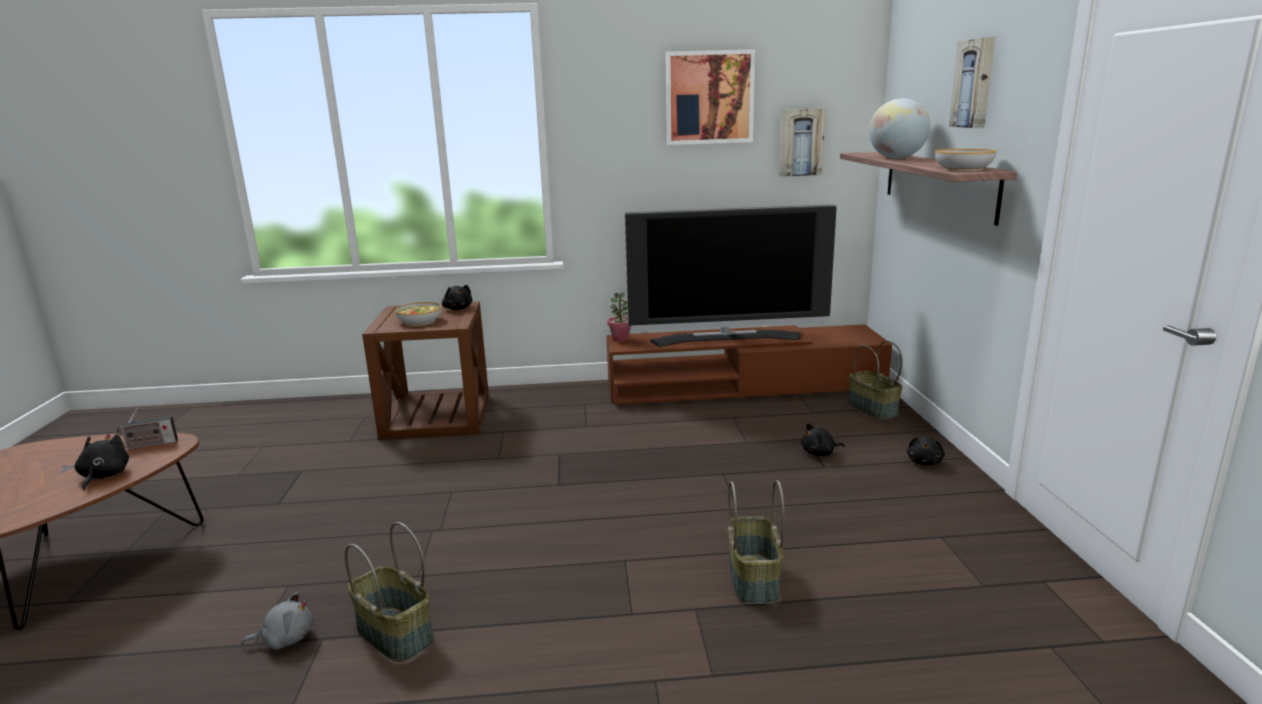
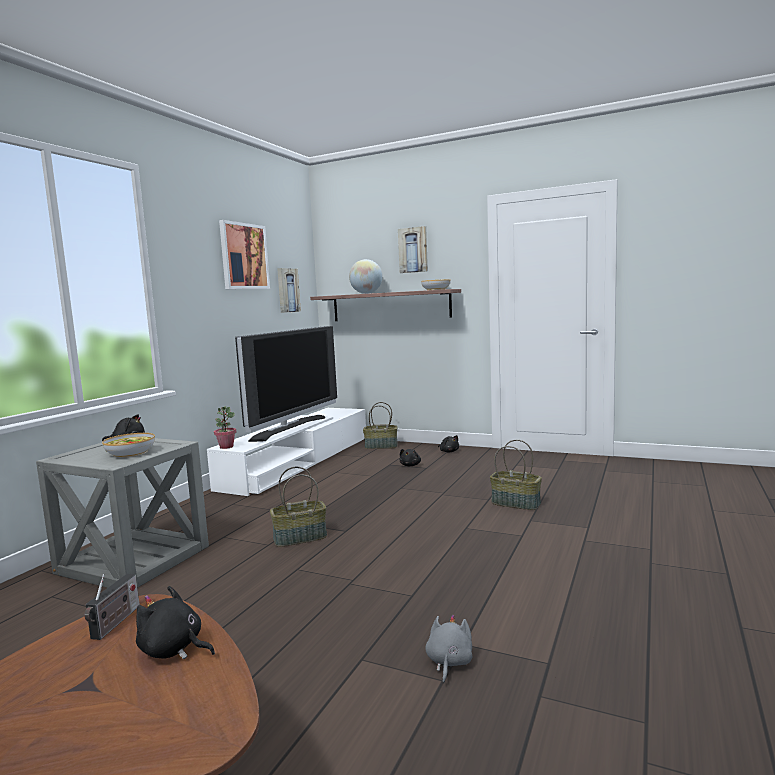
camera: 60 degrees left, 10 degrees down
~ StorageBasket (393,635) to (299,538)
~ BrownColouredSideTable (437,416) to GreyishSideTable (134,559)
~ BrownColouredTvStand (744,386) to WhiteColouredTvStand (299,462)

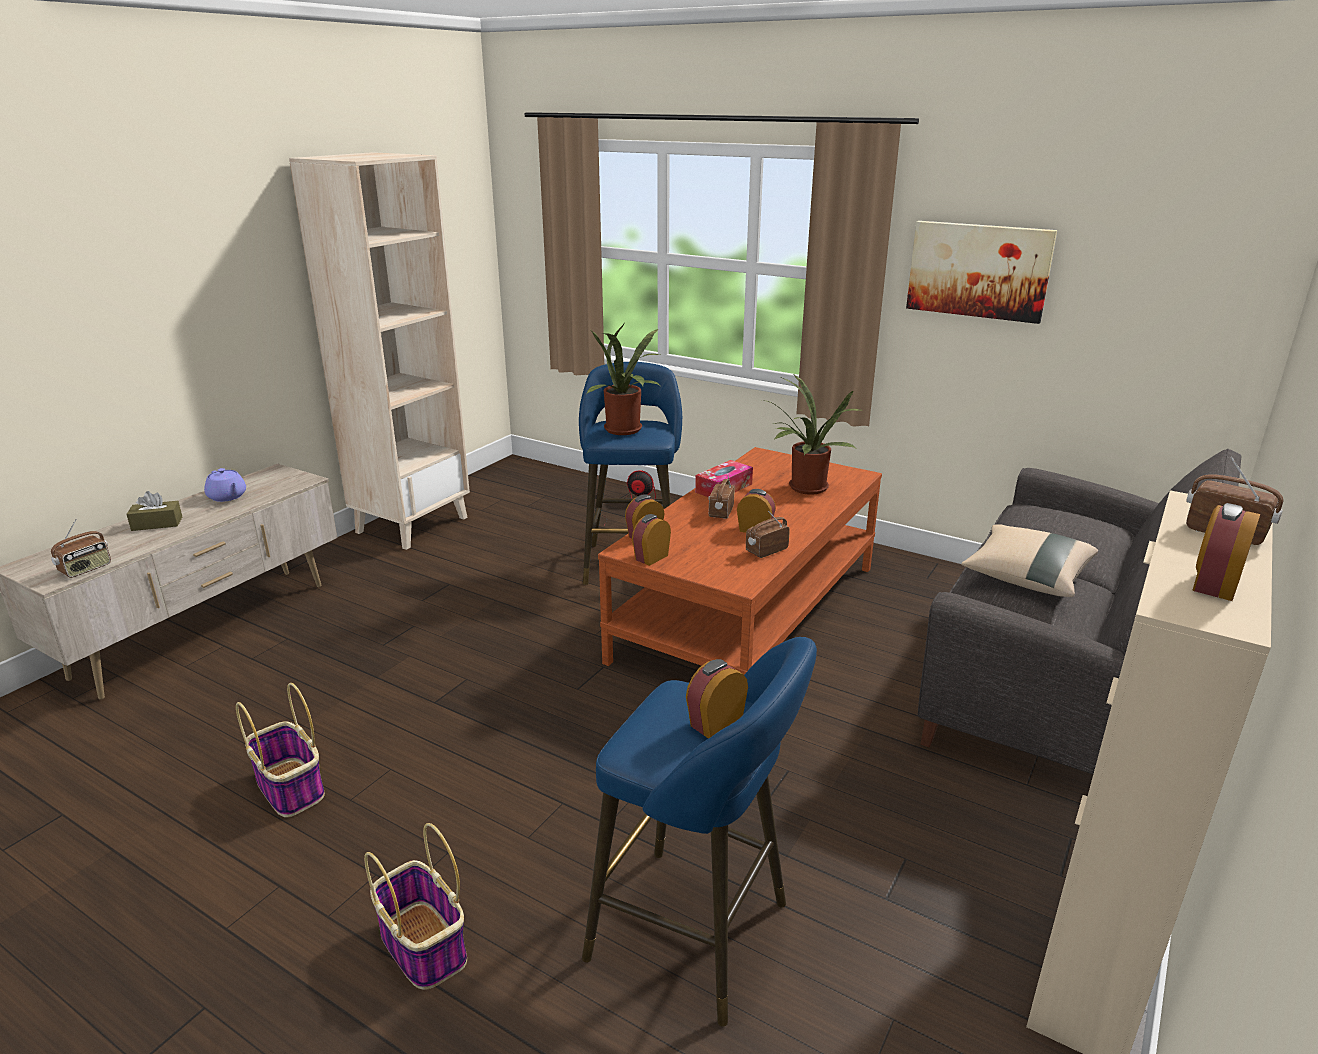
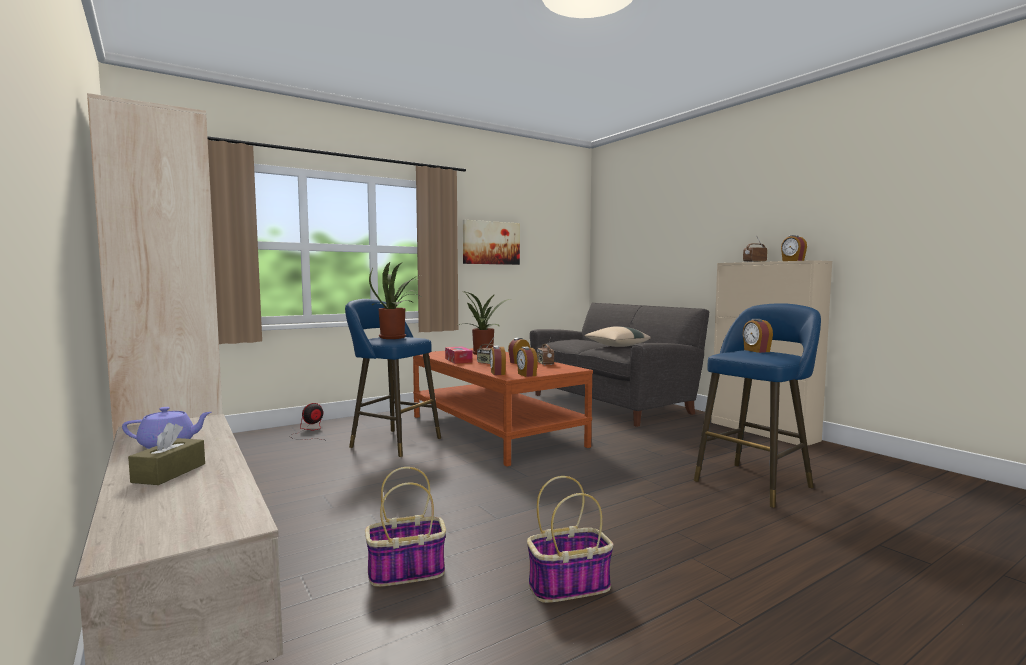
camera: 65 degrees left, 20 degrees down
- RadioSet (86,569)
~ StorageBasket (422,945) to (405,572)

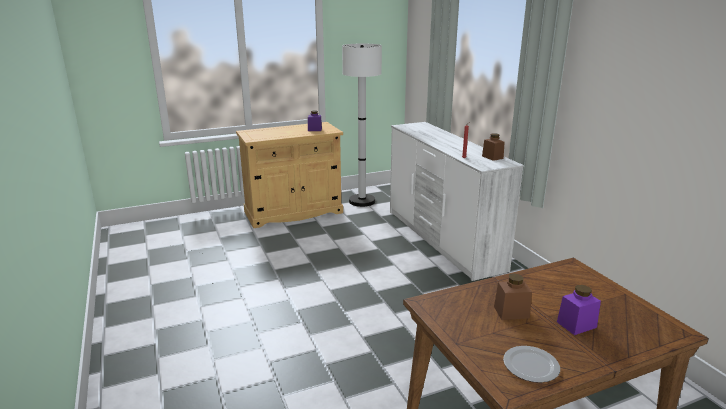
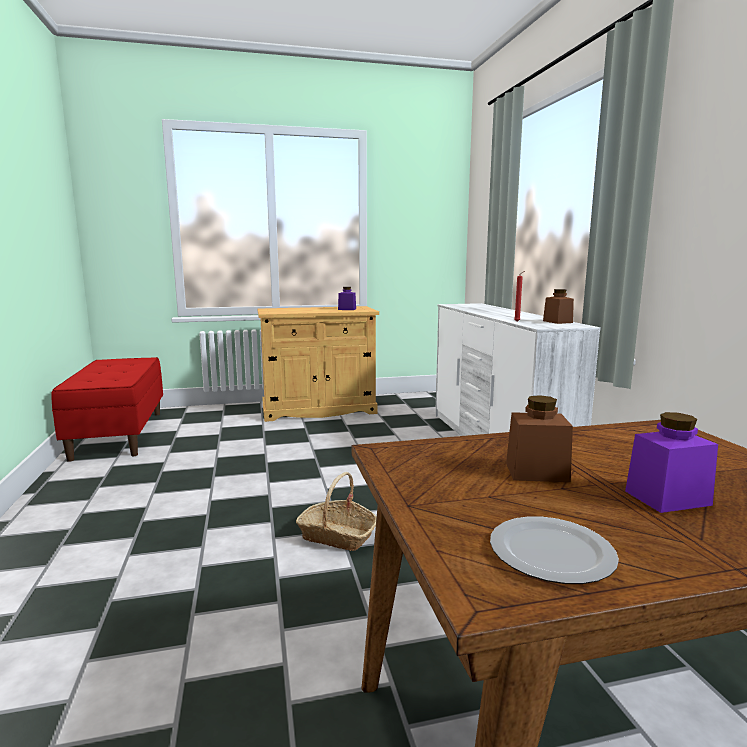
camera: 10 degrees right, 10 degrees down
- WhiteColouredFloorLamp (362,201)
+ ReddishBench (119,434)
+ StorageBasket (337,535)

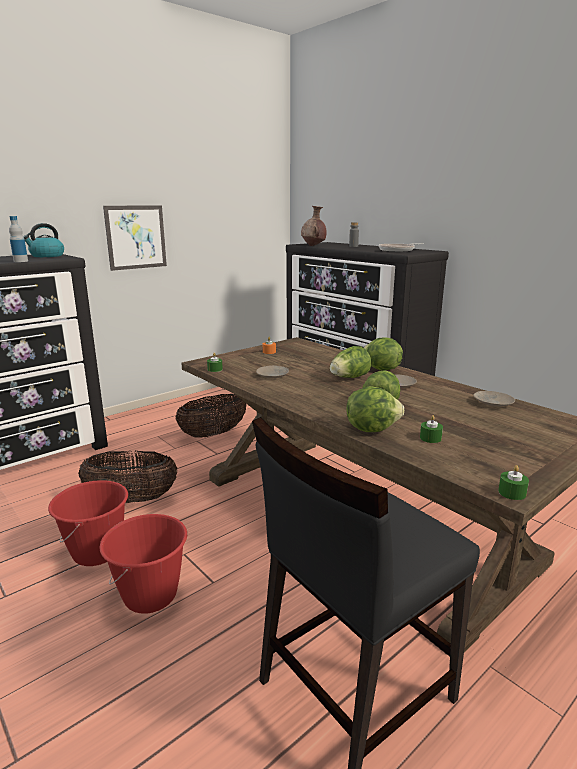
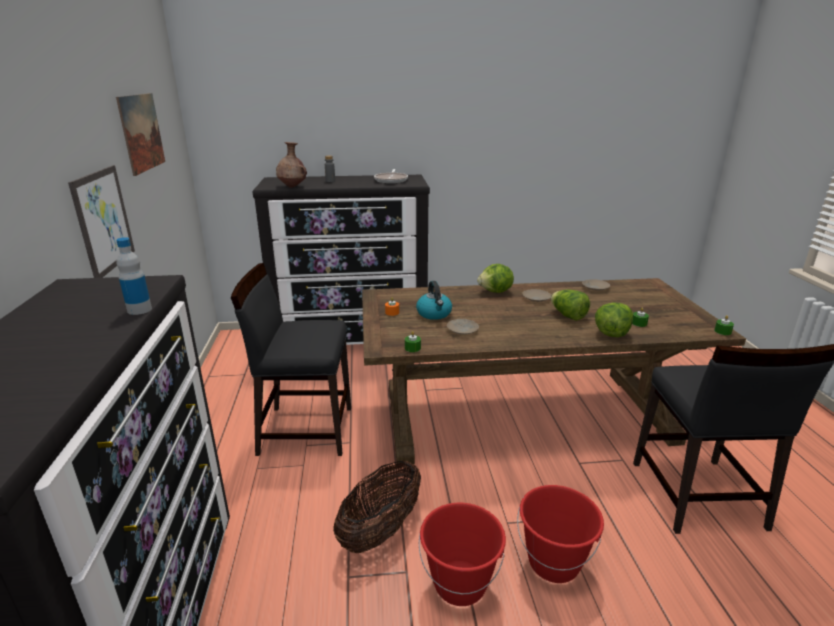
camera: 55 degrees left, 5 degrees up
~ Kettle (46,256) to (434,314)
~ StorageBasket (213,434) to BlackishUprightChair (305,430)
- LettuceHead (349,378)
+ WallPicture (142,132)

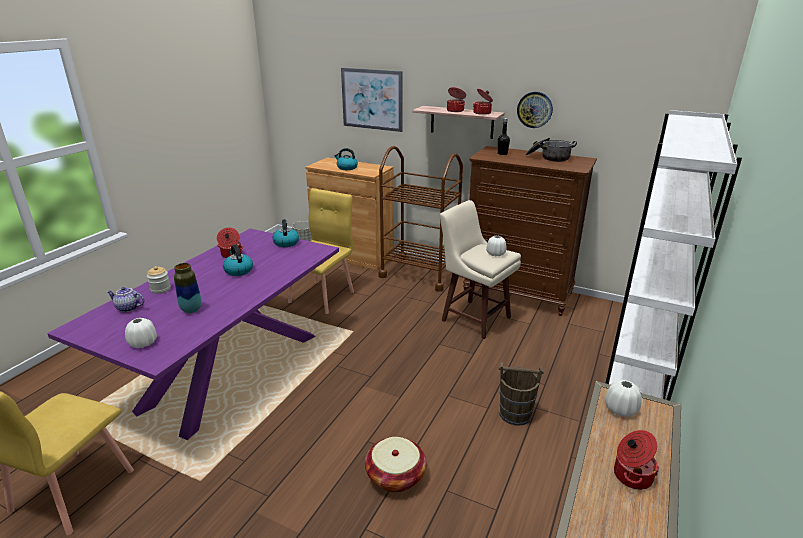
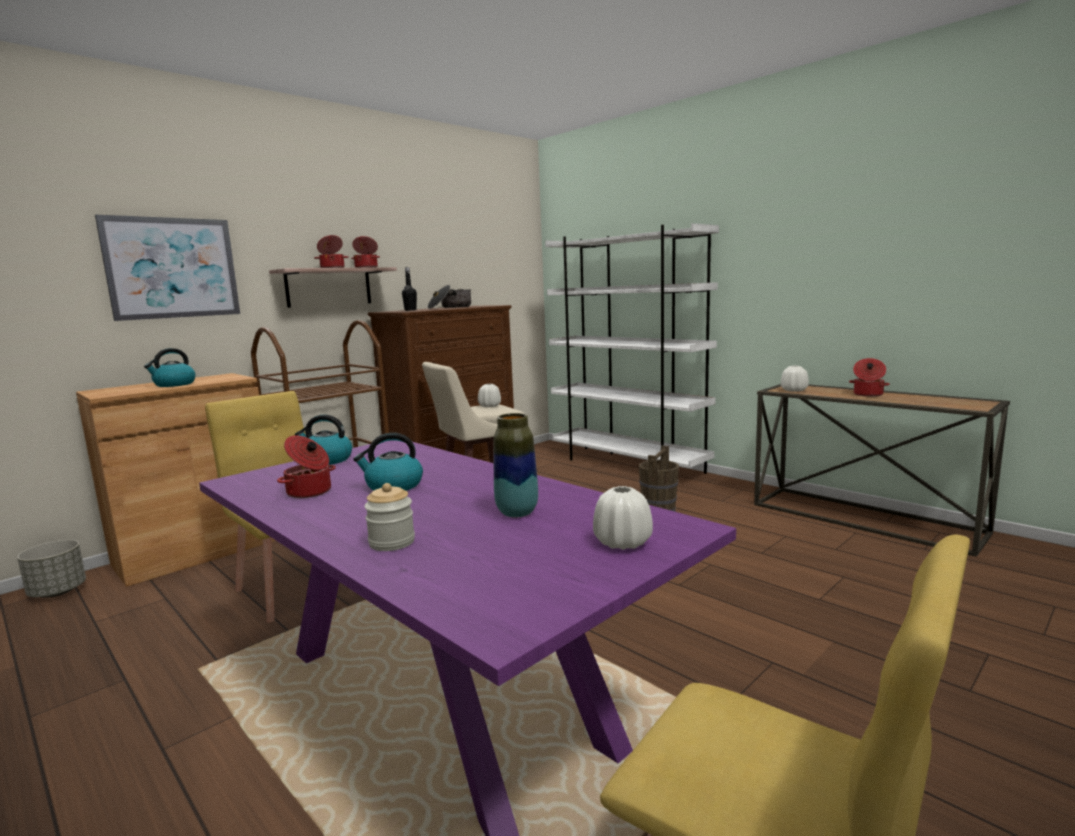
camera: 70 degrees left, 15 degrees down
- Teapot (127,308)
- StorageBasket (395,476)
- WallClock (534,109)

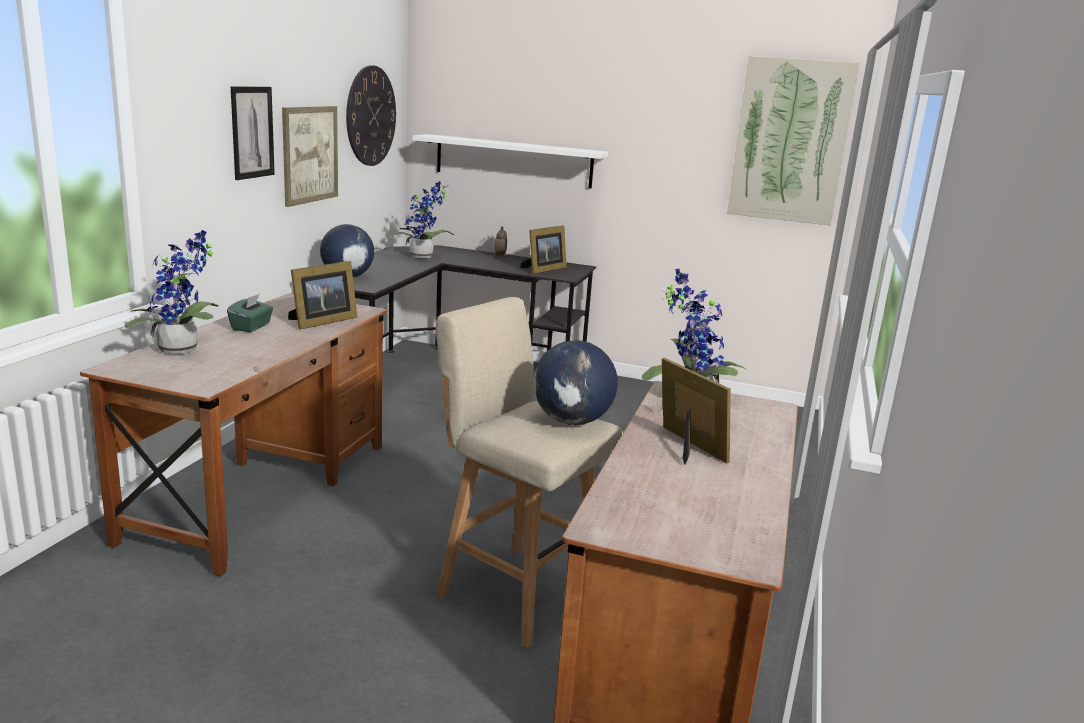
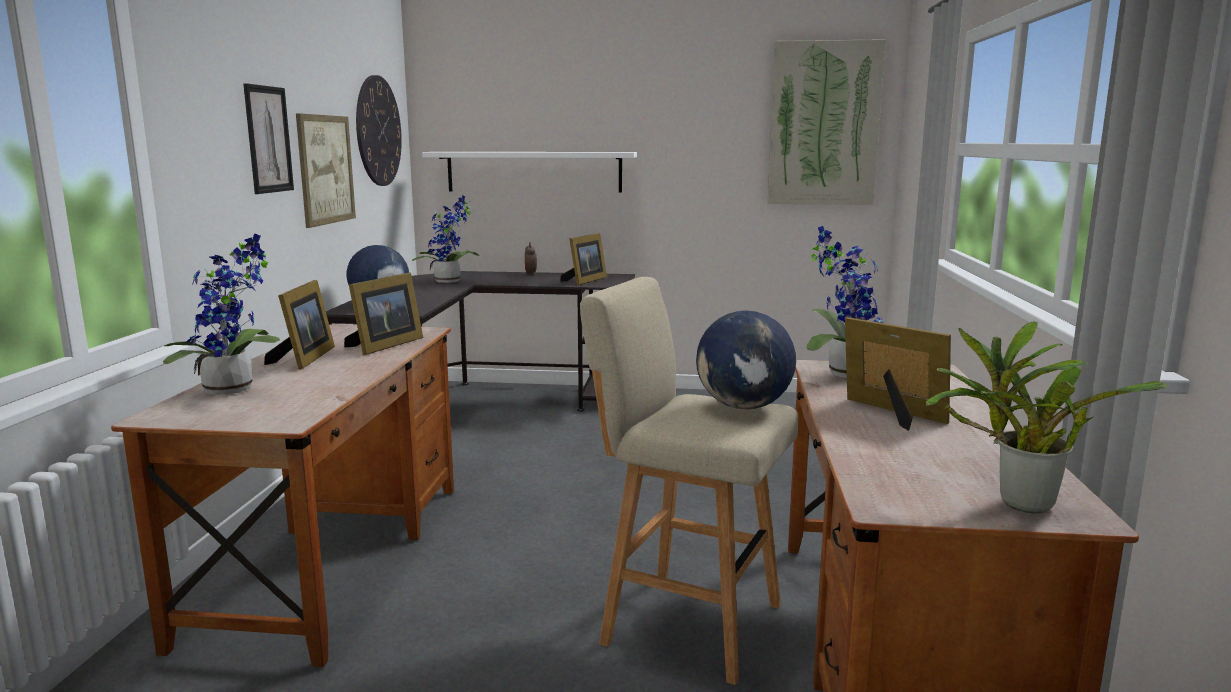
camera: 10 degrees left, 5 degrees down
~ GreenishBoxOfTissues (251,327) to PhotoFrame (305,358)
+ PlantInAPot (1017,504)

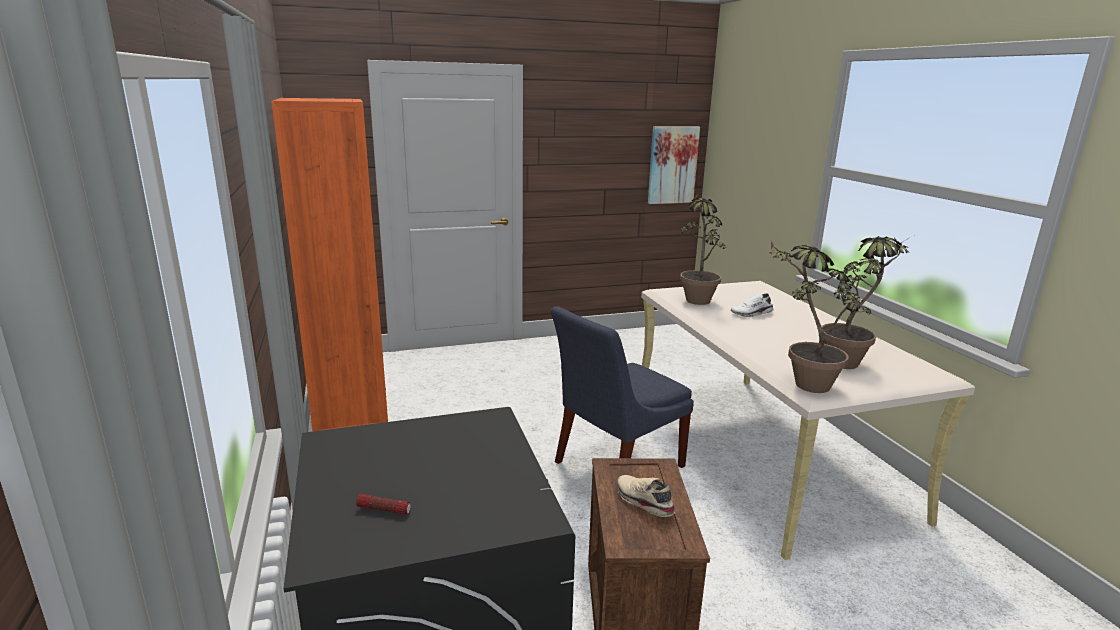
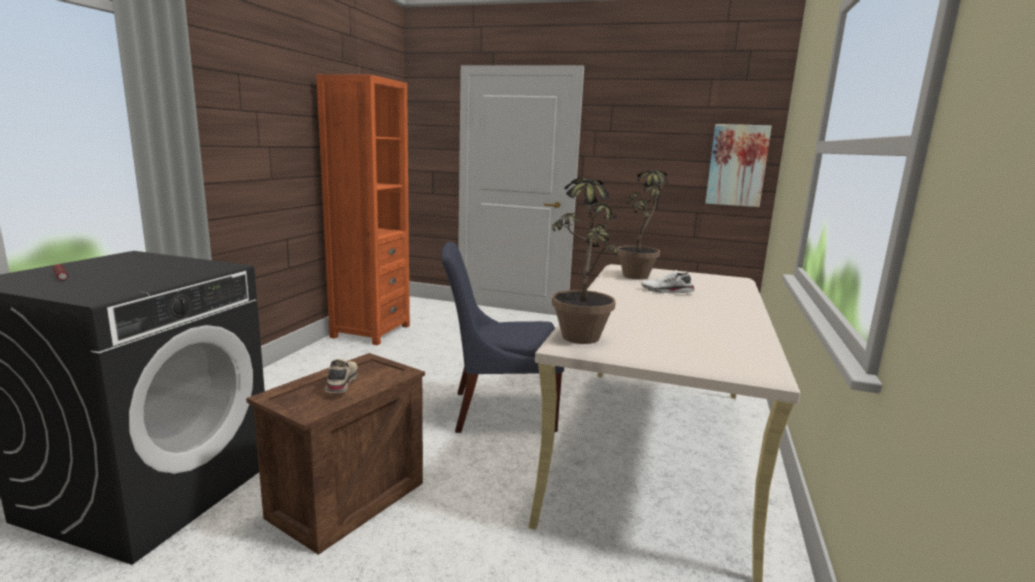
camera: 35 degrees right, 5 degrees down
- PlantInAPot (850,361)

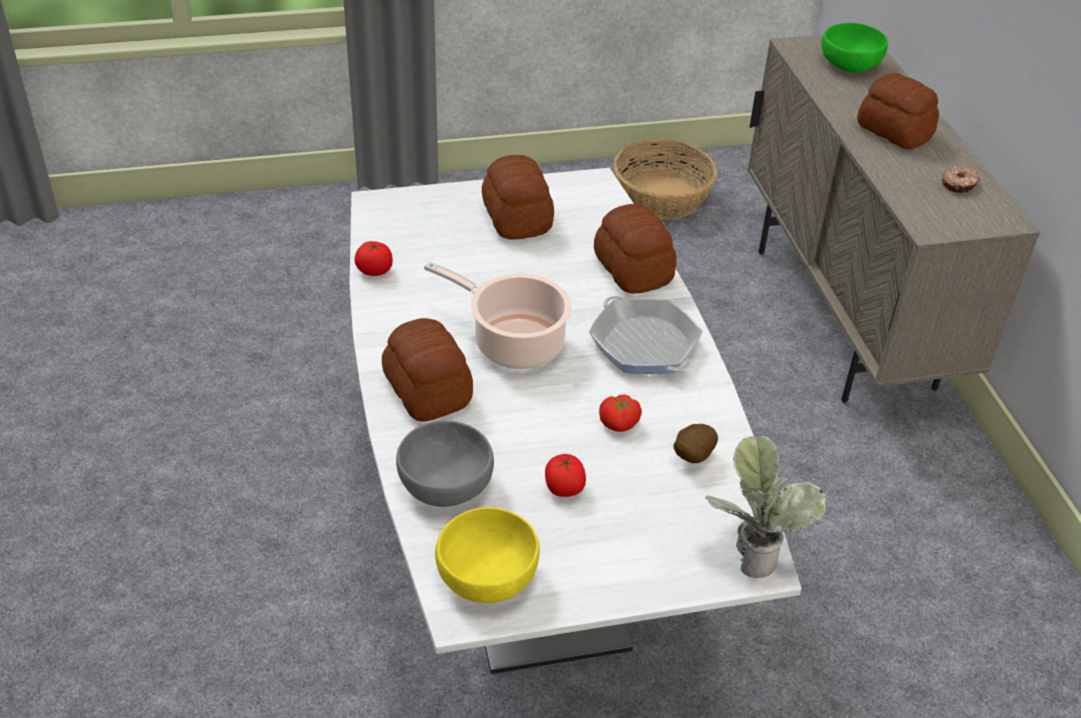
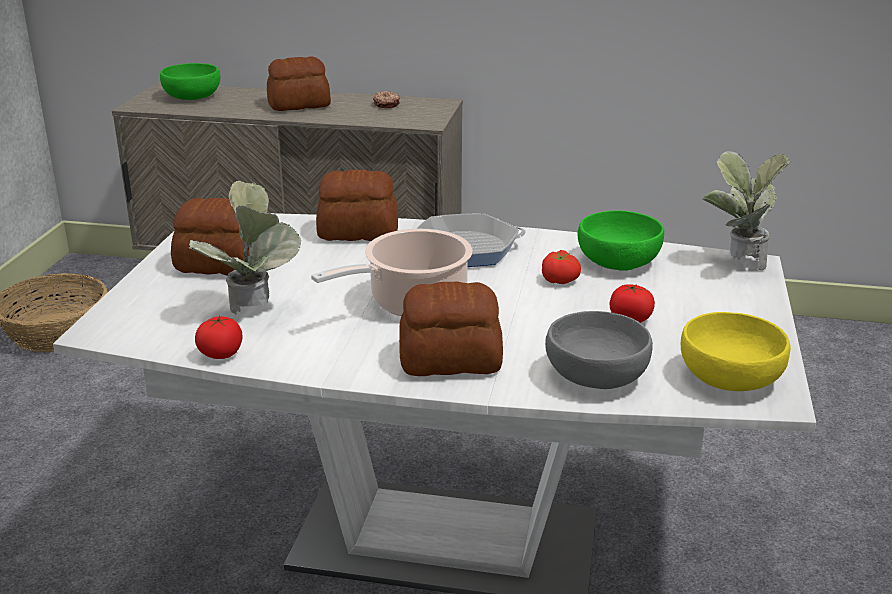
camera: 65 degrees left, 15 degrees down
~ Potato (691,457) to GreenishDeepDish (619,261)
+ PlantInAPot (254,313)

